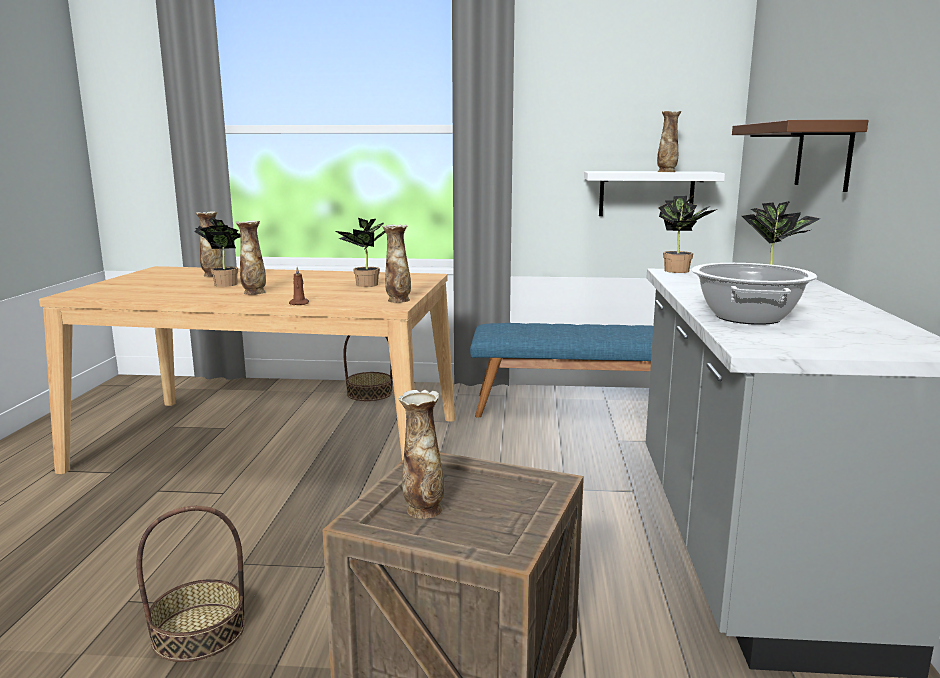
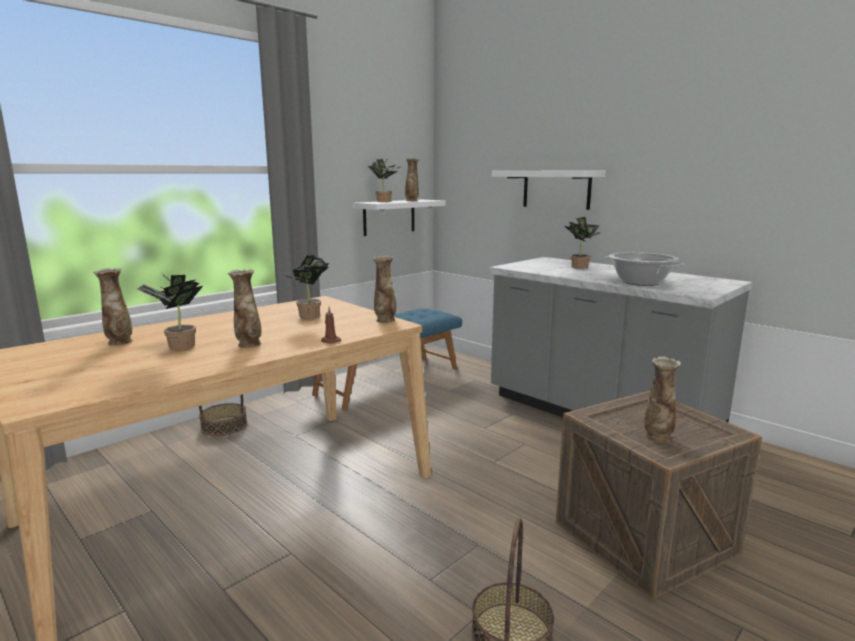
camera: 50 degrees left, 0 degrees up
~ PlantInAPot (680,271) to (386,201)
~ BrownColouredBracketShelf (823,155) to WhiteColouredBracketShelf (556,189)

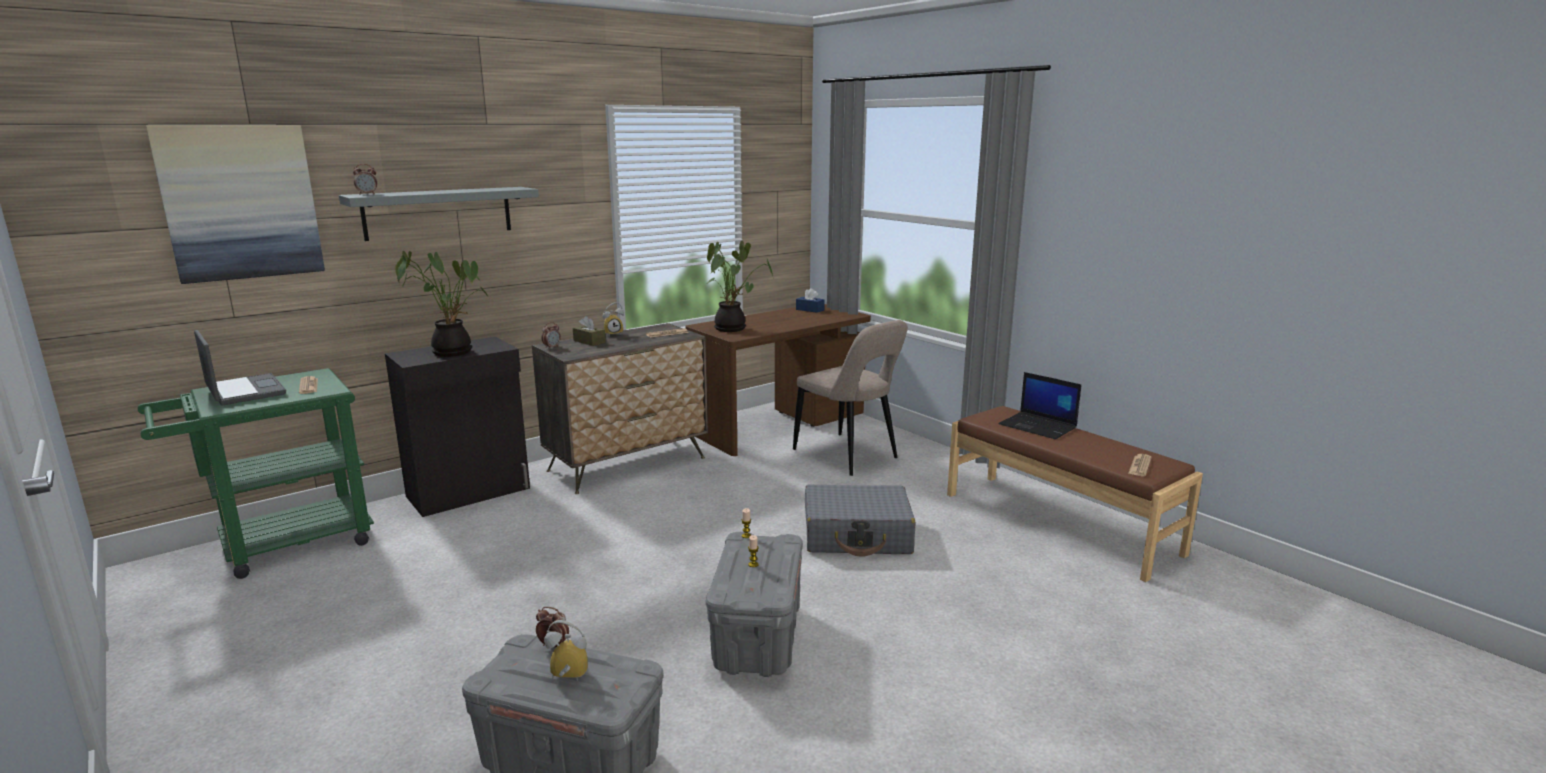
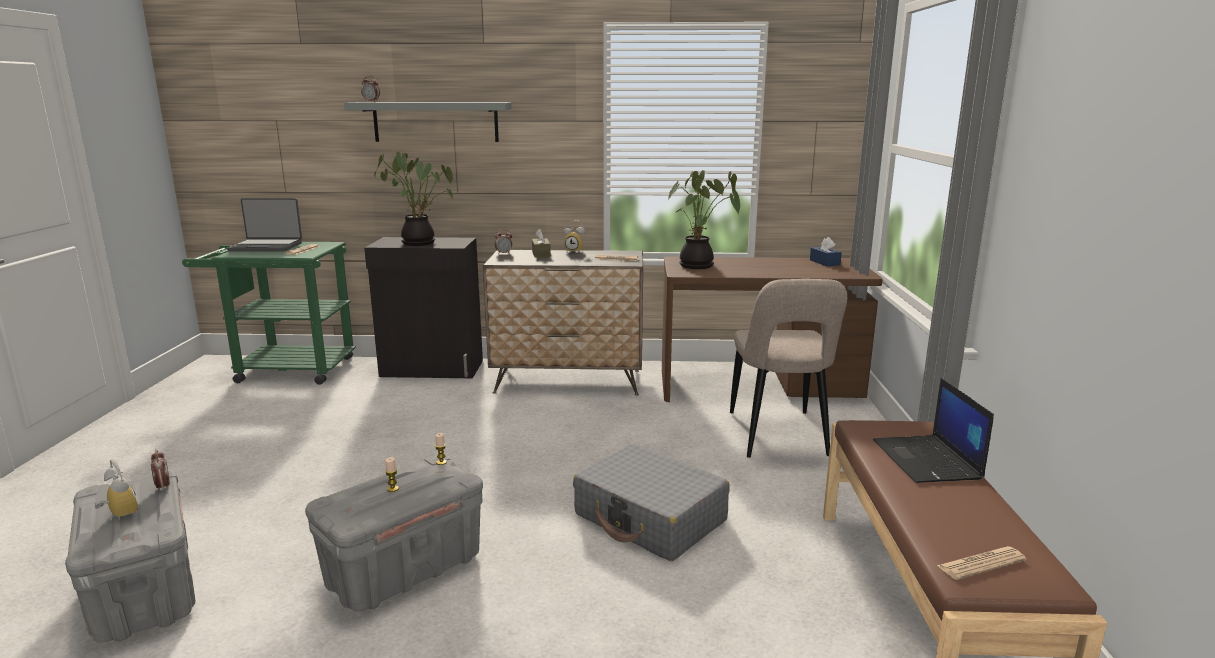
camera: 40 degrees right, 0 degrees up
- WallPicture (240,202)
~ NotebookComputer (244,391) = (266,247) 90 degrees clockwise

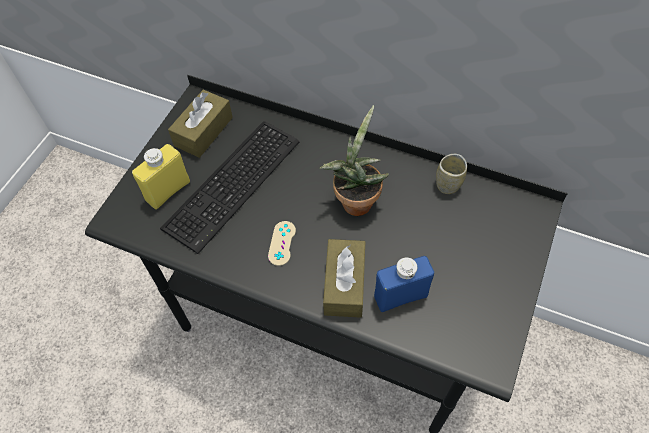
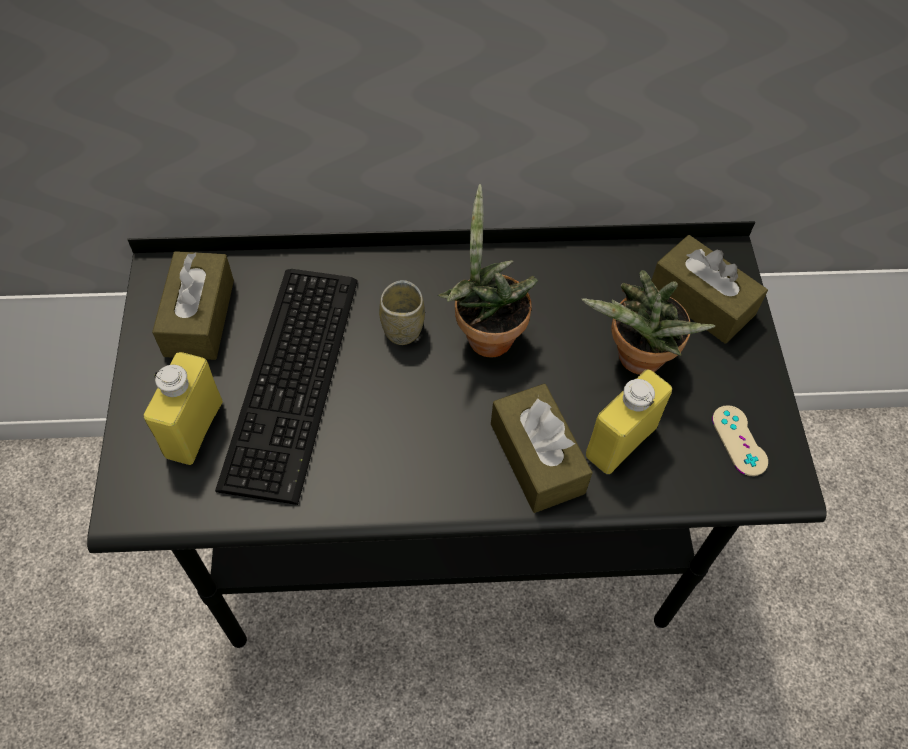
camera: 30 degrees left, 0 degrees up
~ BeigeGameController (282,243) to (739,440)
~ BlueBottle (400,296) to YellowBottle (620,442)
~ DrinkingCup (448,184) to (402,329)
+ PlantInAPot (636,361)
+ BrownColouredBoxOfTissues (701,301)

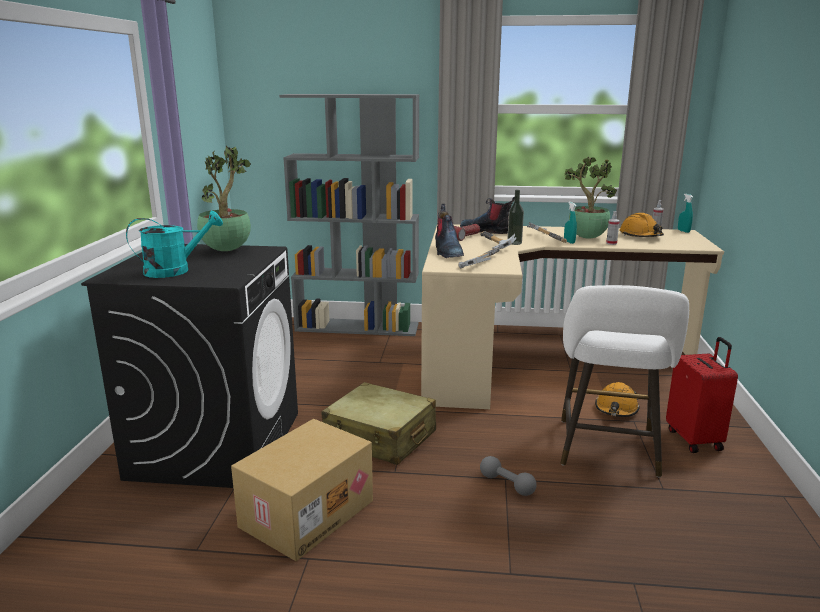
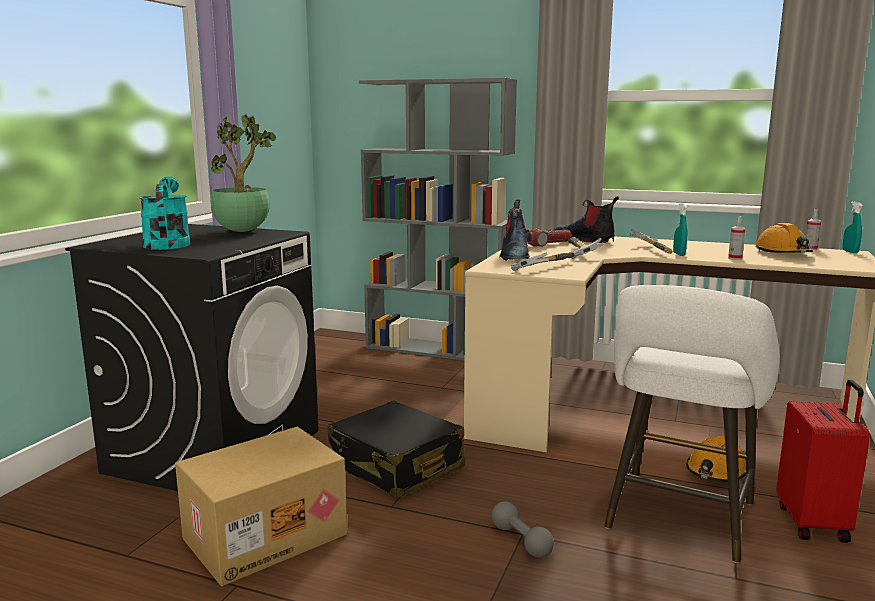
camera: 15 degrees right, 5 degrees down
~ TurquoiseWateringCan (175,270) = (167,243) 90 degrees counterclockwise
~ BeigeSuitcase (380,437) to BlackishSuitcase (396,467)
- Bottle (514,243)
- PlantInAPot (586,238)

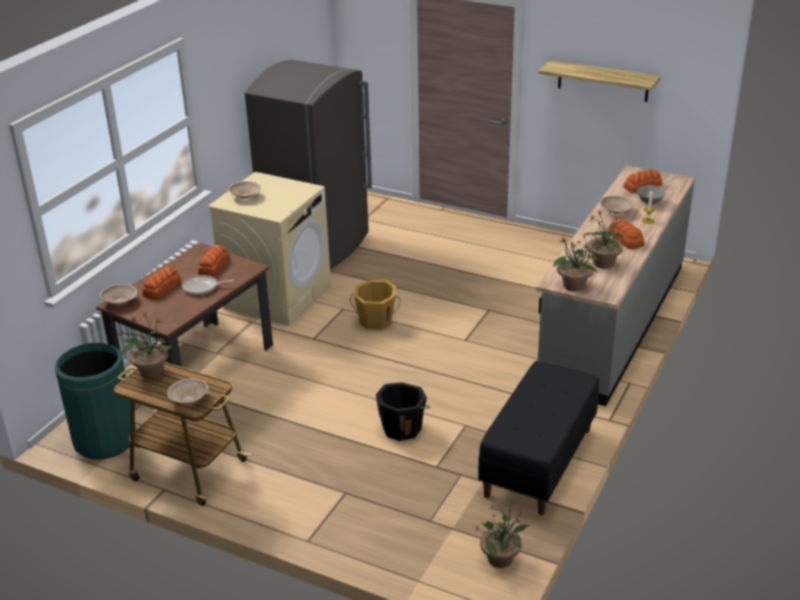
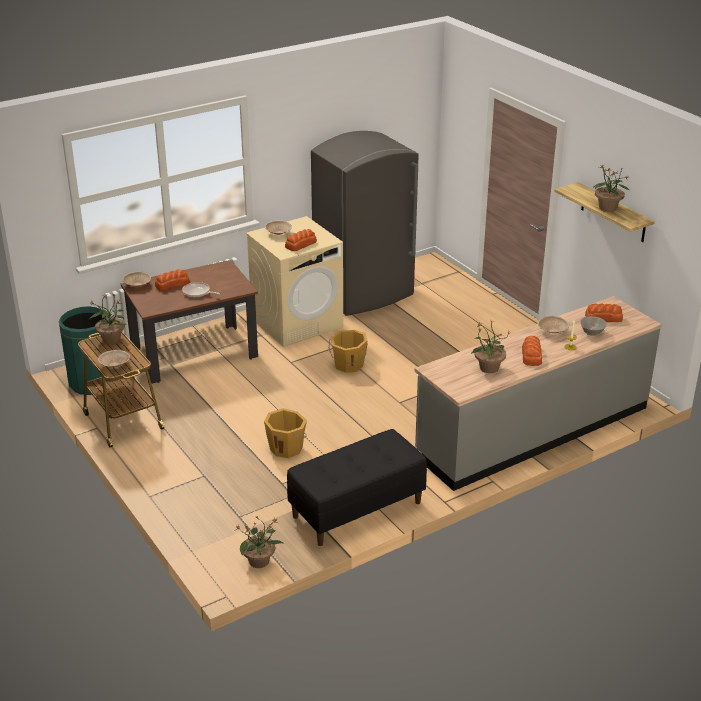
camera: 30 degrees right, 0 degrees up
~ Bread (213,266) to (300,244)
~ BlackishBucket (402,428) to OrangeColouredBucket (287,447)
~ PlantInAPot (574,286) to (607,208)

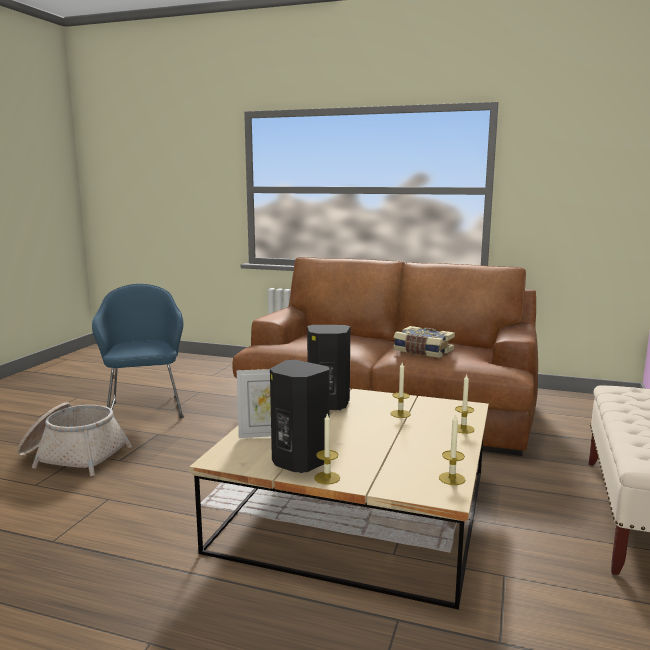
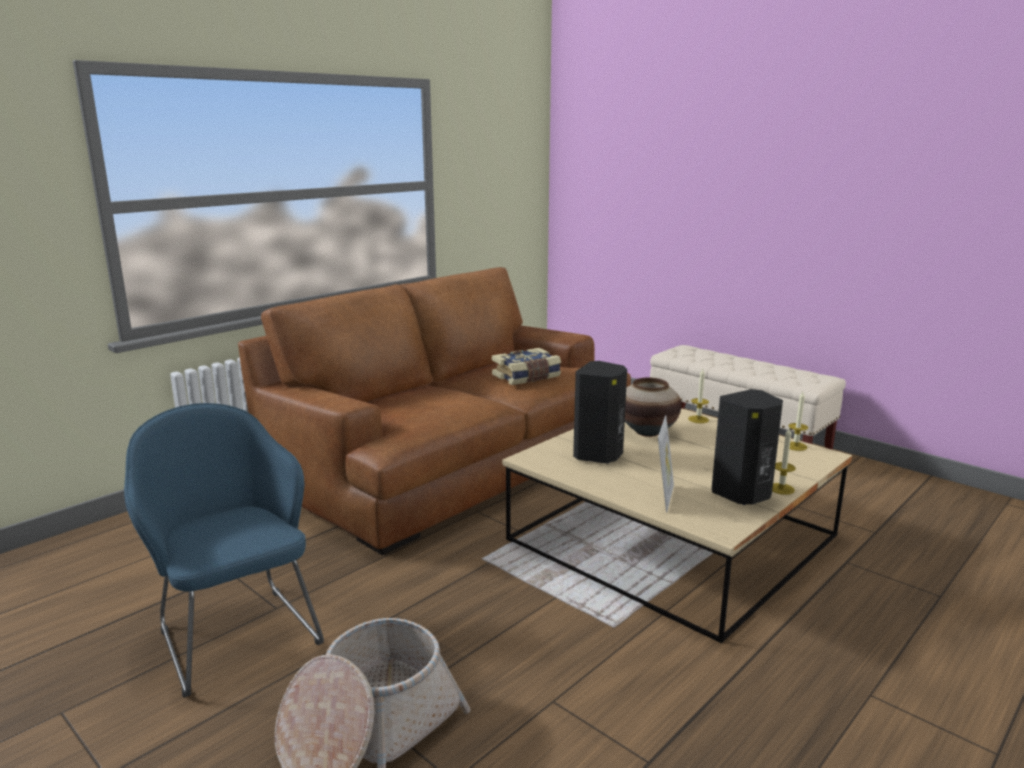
camera: 65 degrees left, 5 degrees up
~ BlueArmchair (145,408) = (236,632) 45 degrees clockwise
~ WaxLight (400,414) to Vase (647,432)

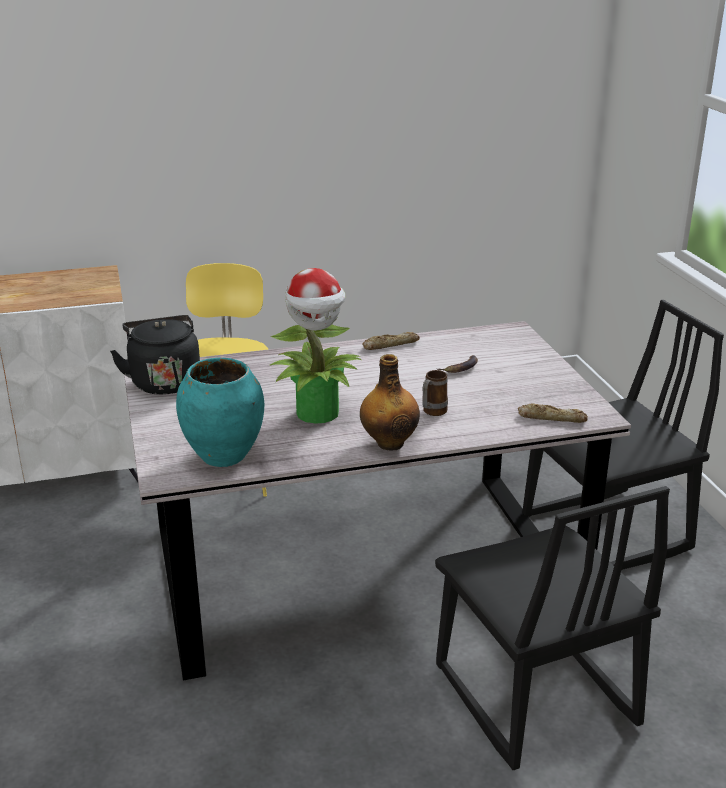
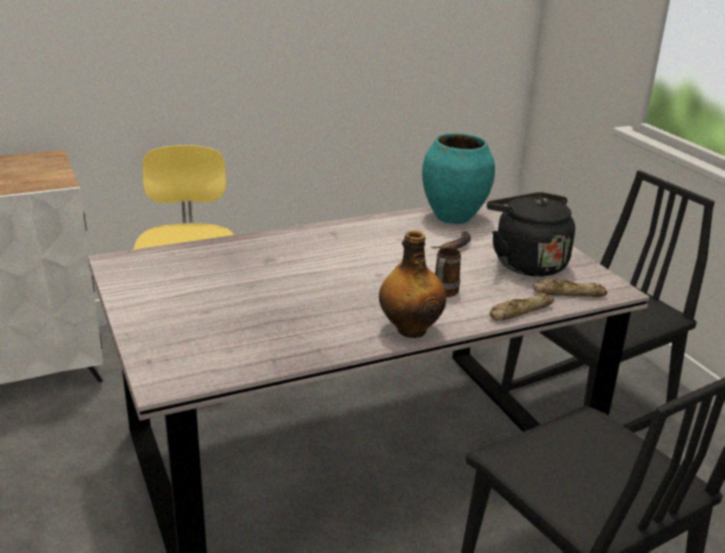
camera: 10 degrees left, 0 degrees up
~ BlackishKettle (164,381) to (526,263)
~ TurquoiseVase (224,456) to (453,217)
- PlantInAPot (318,413)
~ Bread (390,345) to (519,311)

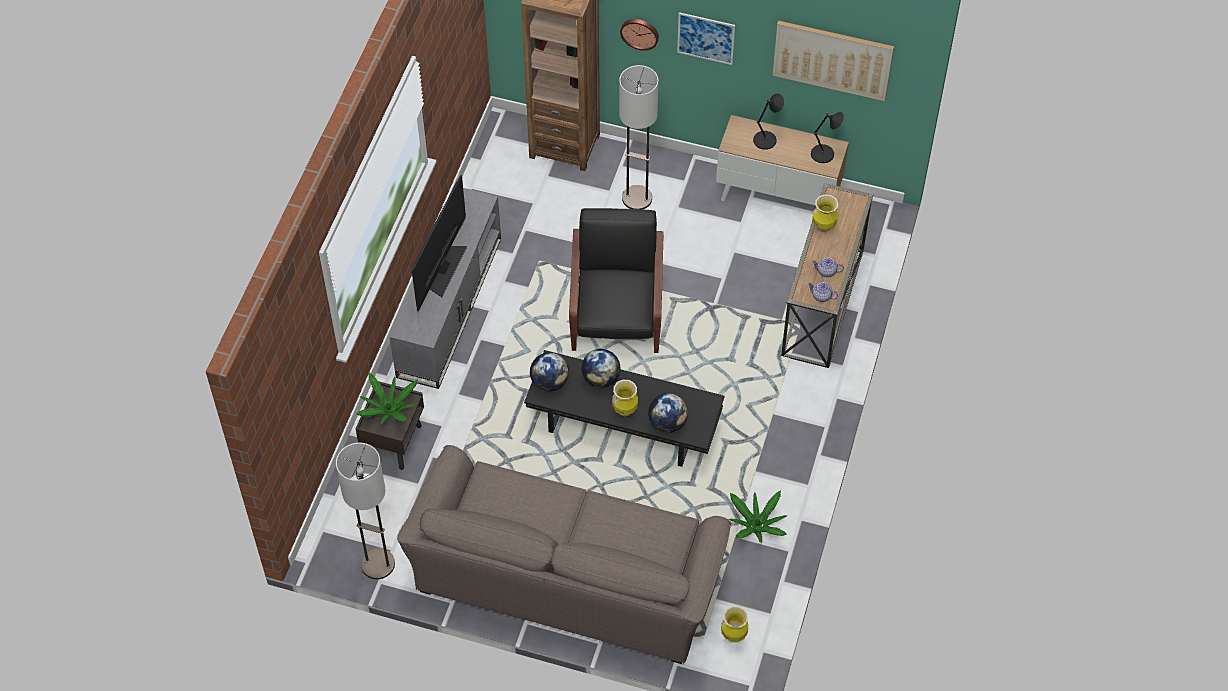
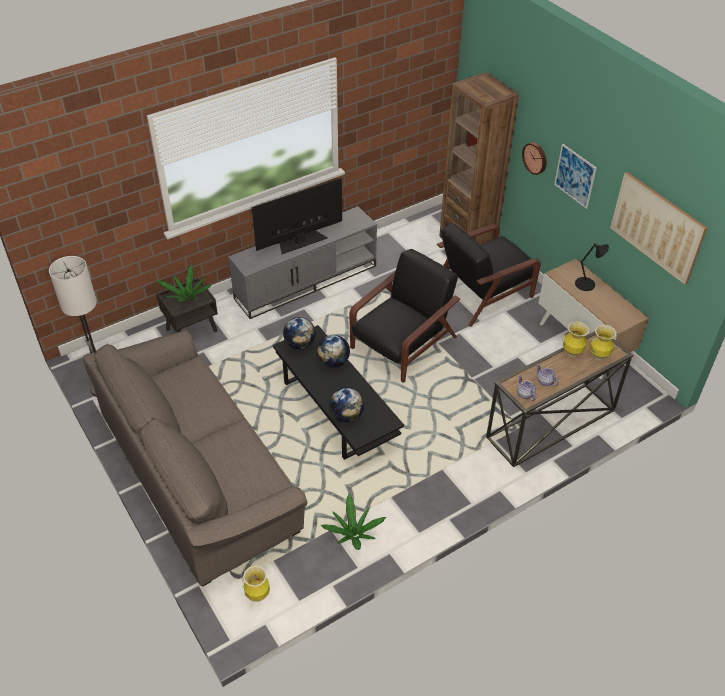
camera: 40 degrees right, 10 degrees down
~ Vase (625,410) to (598,356)
~ FloorLamp (636,198) to BlackishArmchair (483,292)
- BlackishLampForATable (824,154)

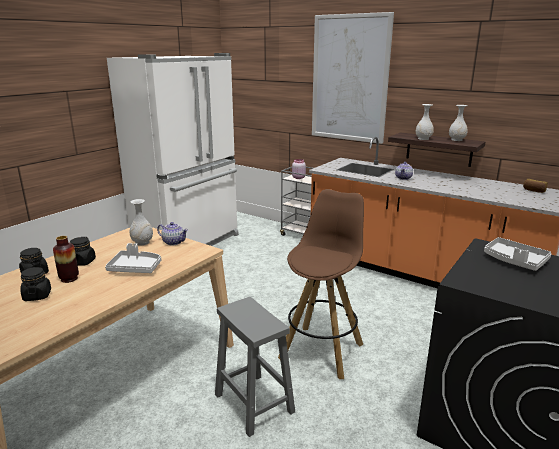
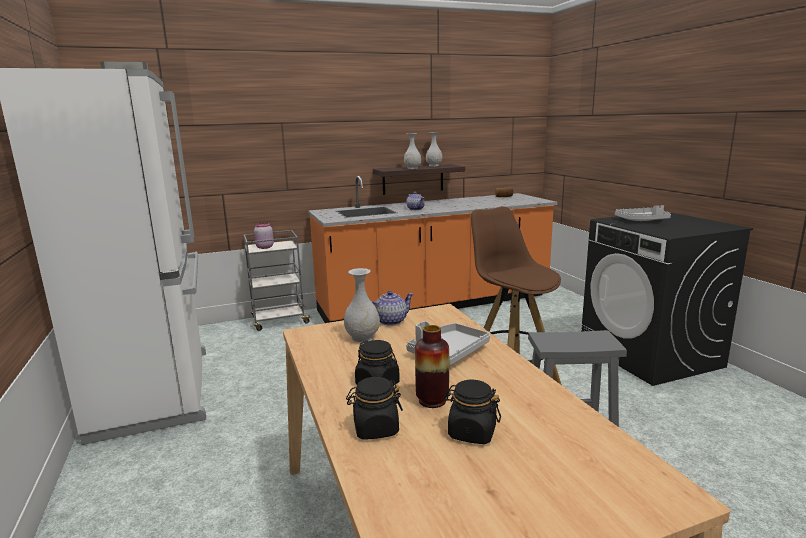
camera: 55 degrees left, 5 degrees down
- WallPicture (350,79)

